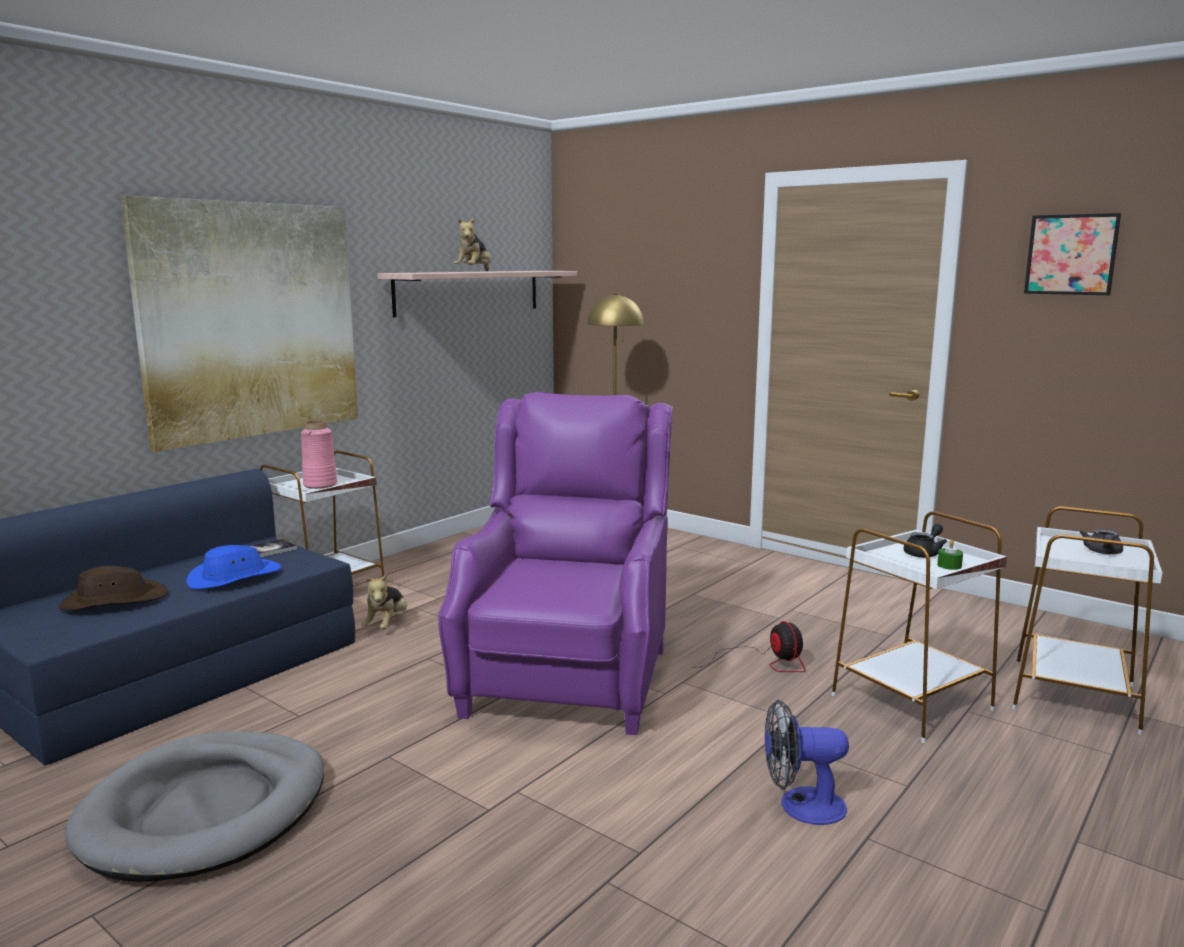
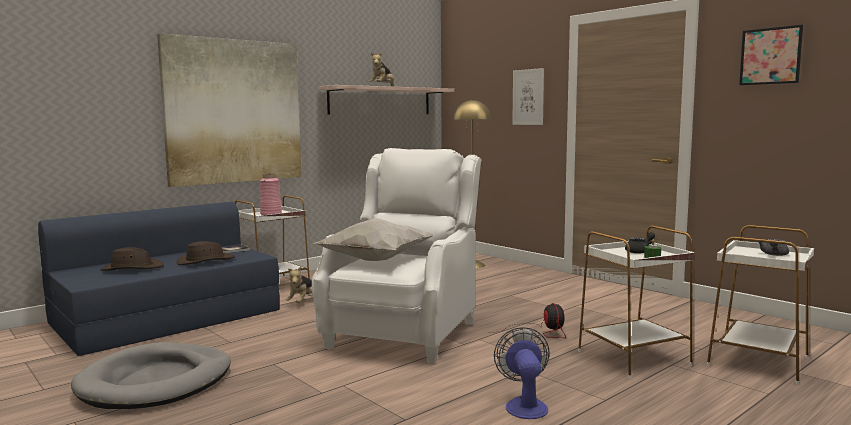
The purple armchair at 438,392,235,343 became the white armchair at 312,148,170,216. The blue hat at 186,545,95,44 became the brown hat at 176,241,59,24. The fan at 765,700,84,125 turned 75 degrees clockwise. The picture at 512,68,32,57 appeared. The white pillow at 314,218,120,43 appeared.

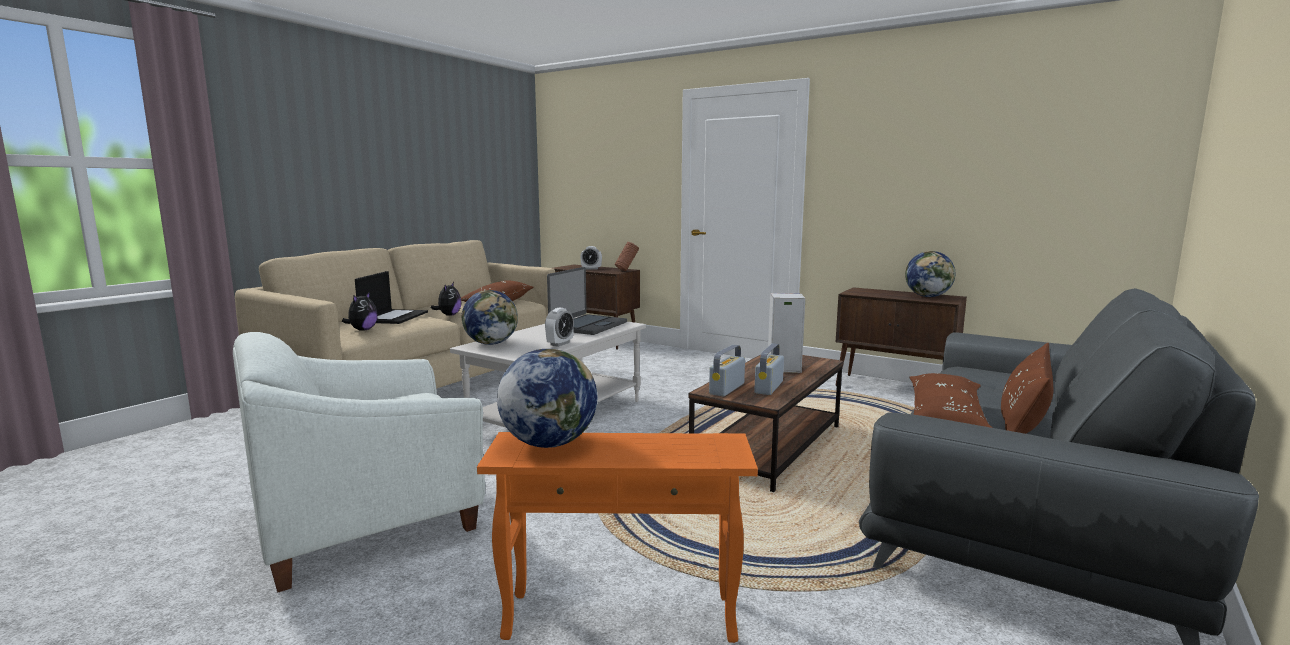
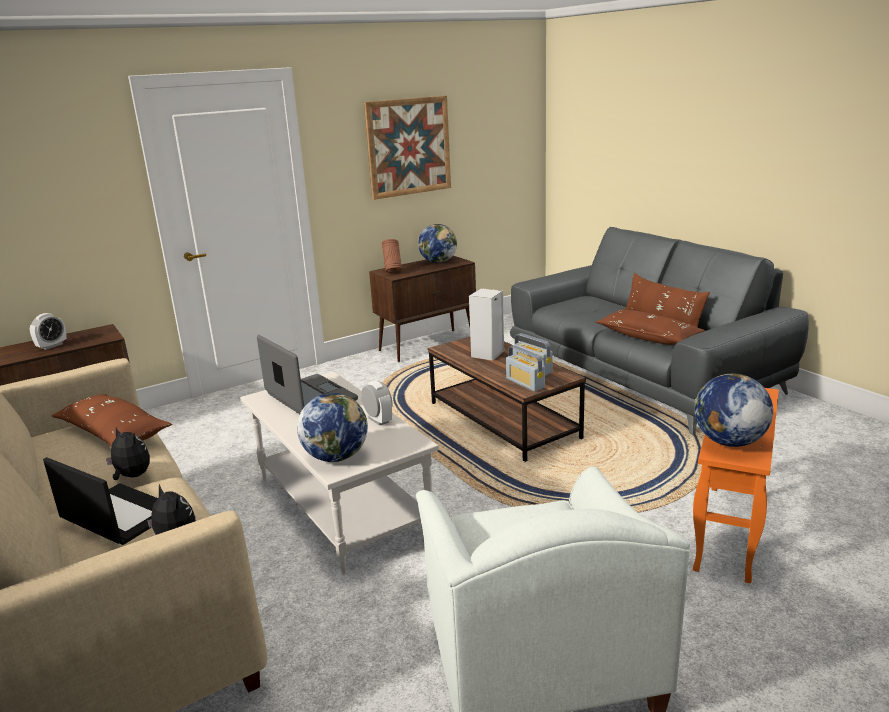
The brown vase moved from 615,242,24,29 to 382,239,20,34. The picture at 364,96,87,104 appeared.

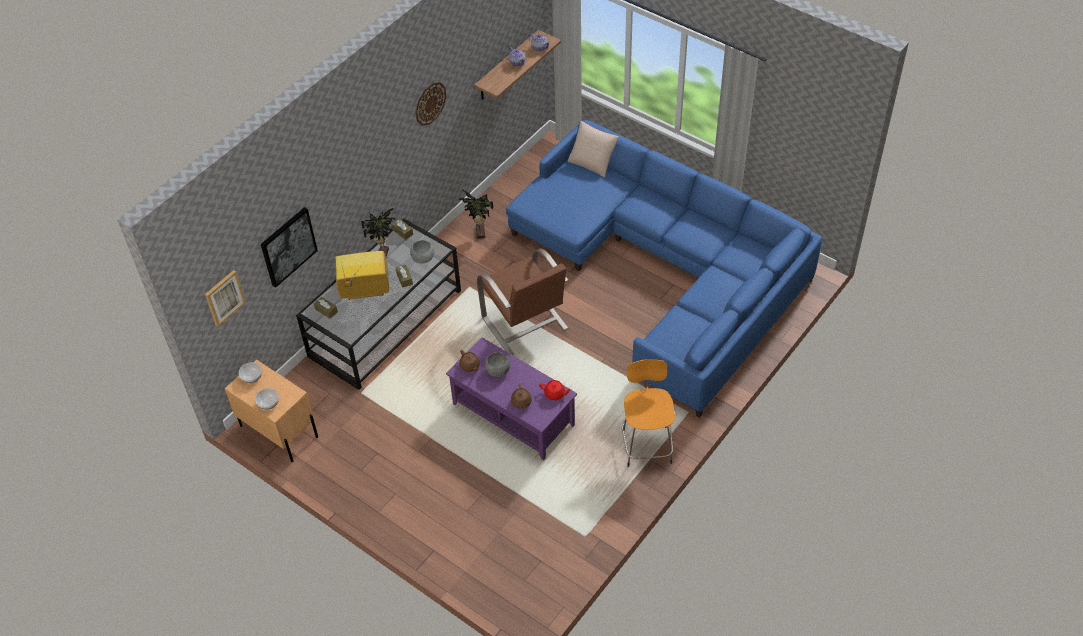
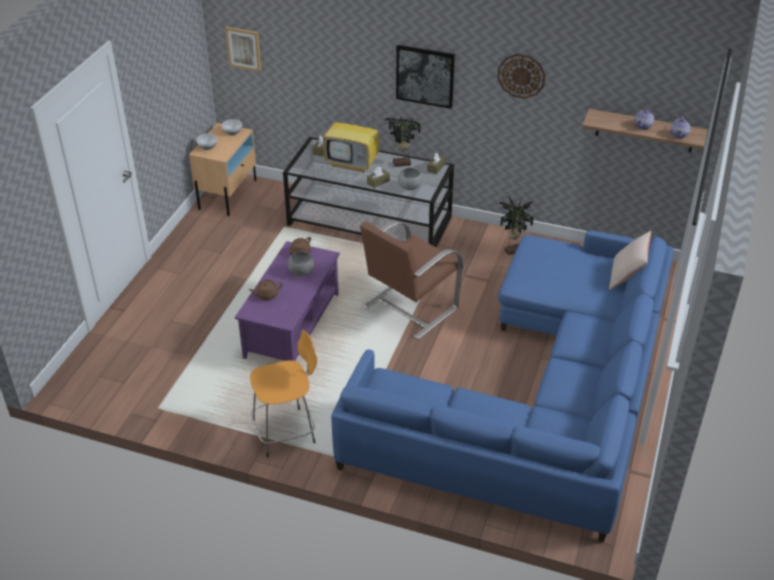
The picture moved from 261,207,57,81 to 396,45,59,64. The television at 335,251,54,49 turned 135 degrees clockwise. The red teapot at 539,380,33,20 disappeared.

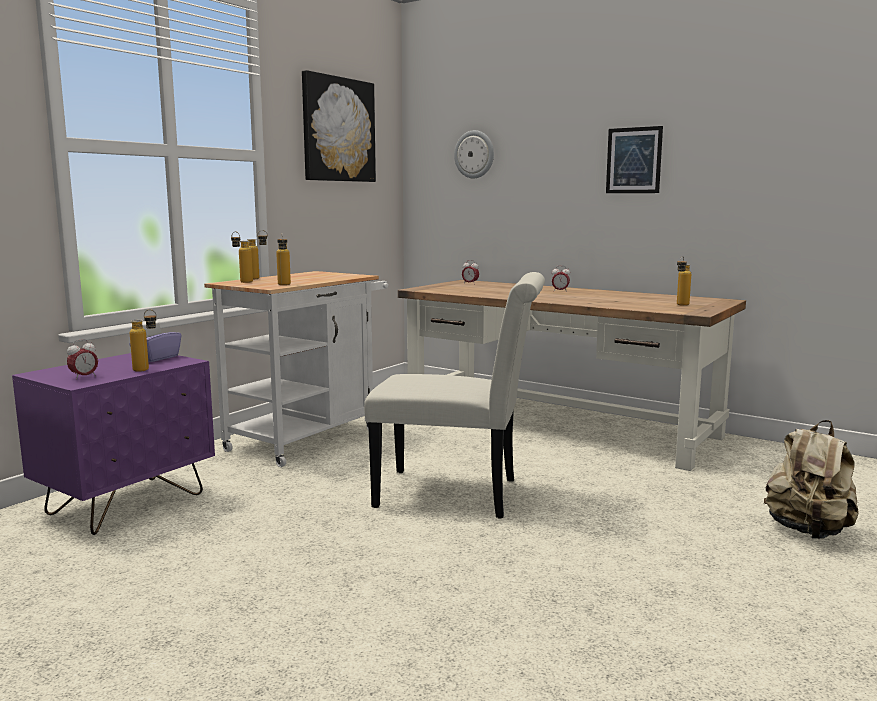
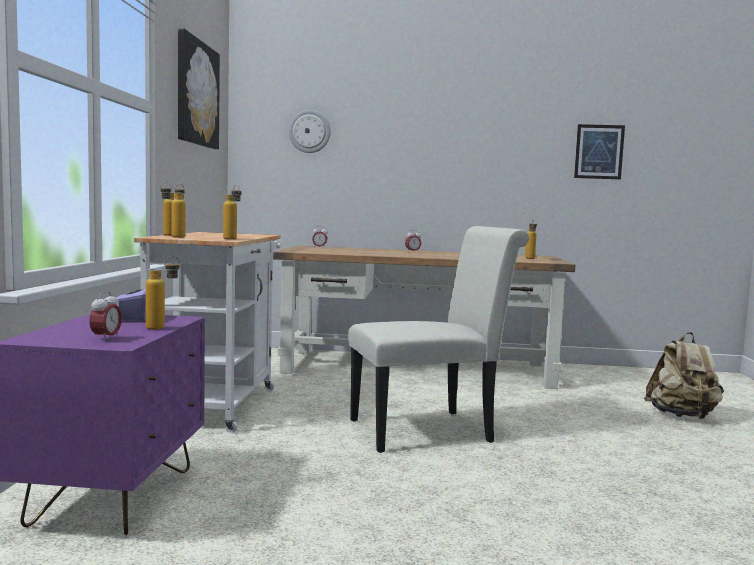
The picture moved from 606,126,57,67 to 574,124,51,55.

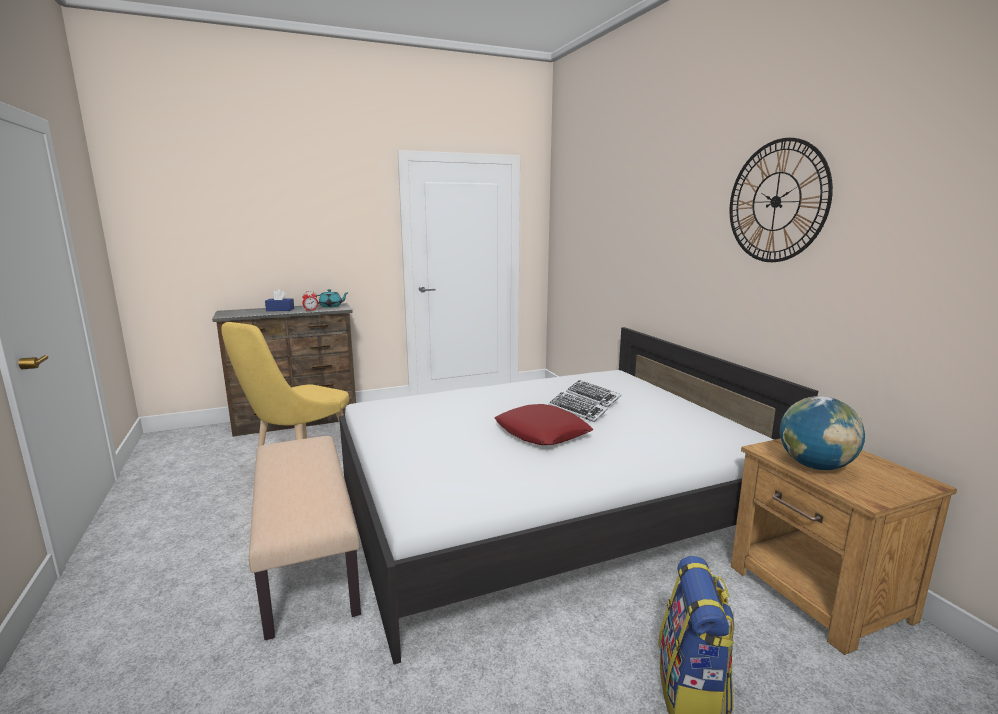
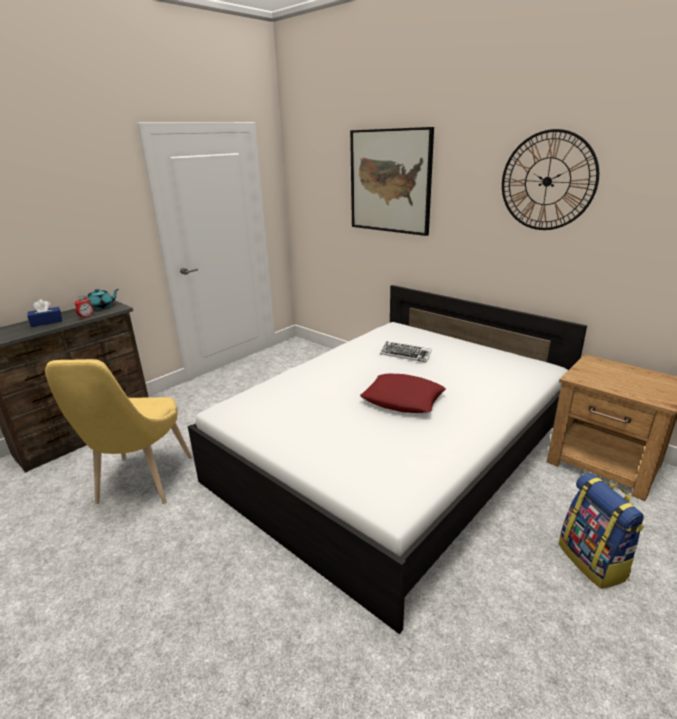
The keyboard at 548,392,60,30 disappeared. The globe at 780,396,85,74 disappeared. The beige bench at 249,436,112,204 disappeared. The picture at 350,127,84,109 appeared.

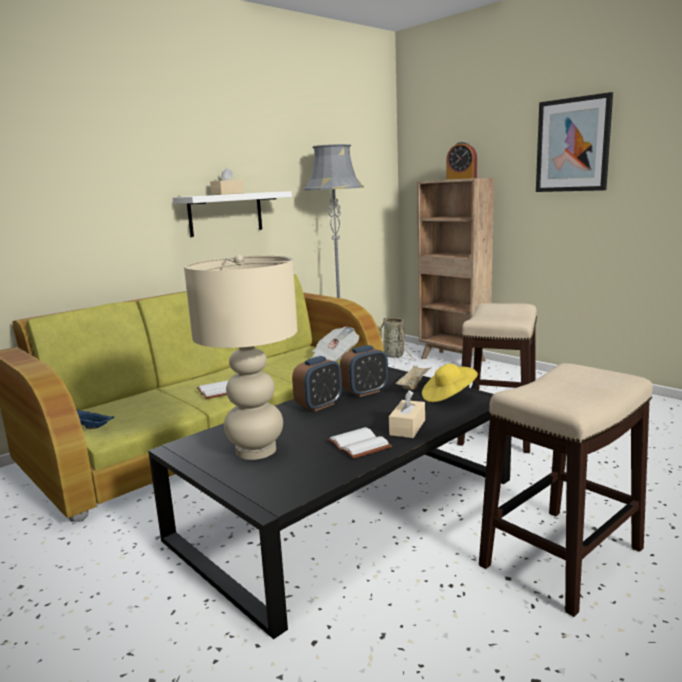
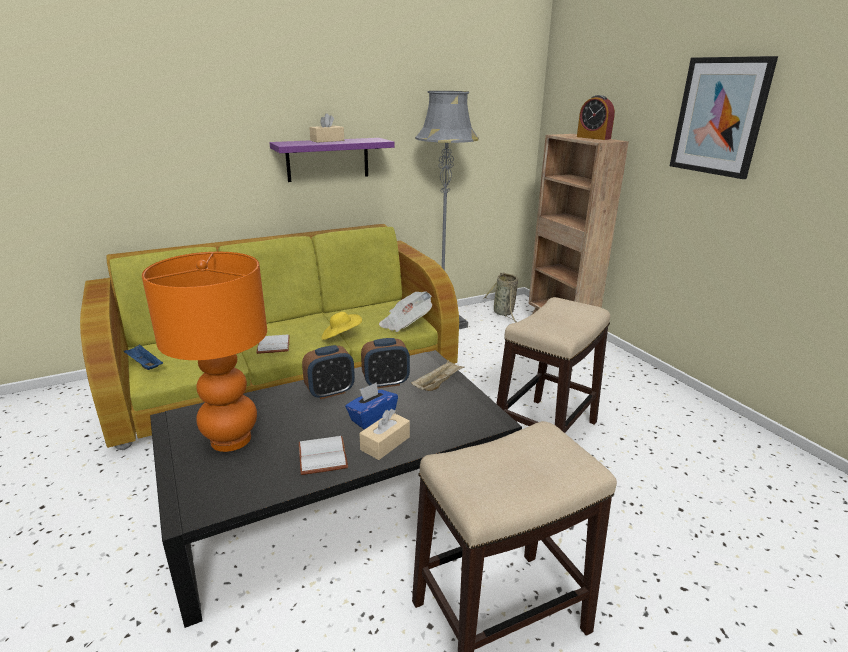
The white shelf at 173,191,119,46 became the purple shelf at 269,138,126,44. The beige table lamp at 184,254,114,206 became the orange table lamp at 142,252,125,200. The yellow hat moved from 422,364,56,38 to 321,312,41,28. The blue tissue box at 345,382,53,48 appeared.

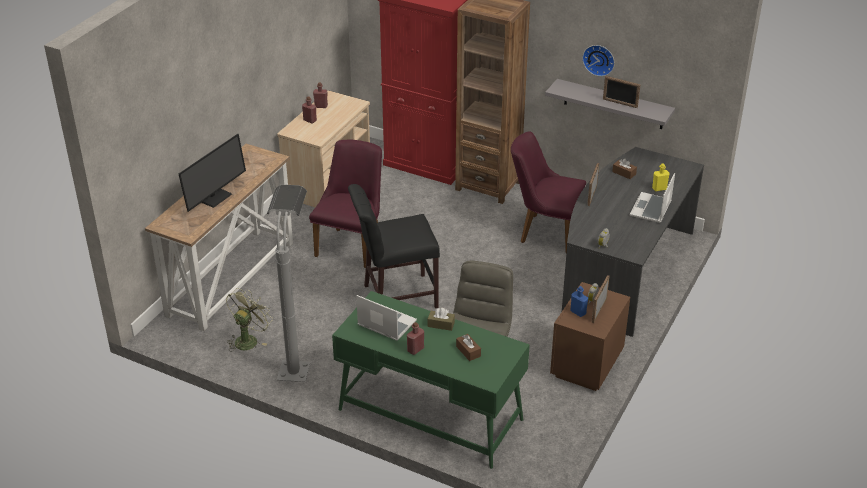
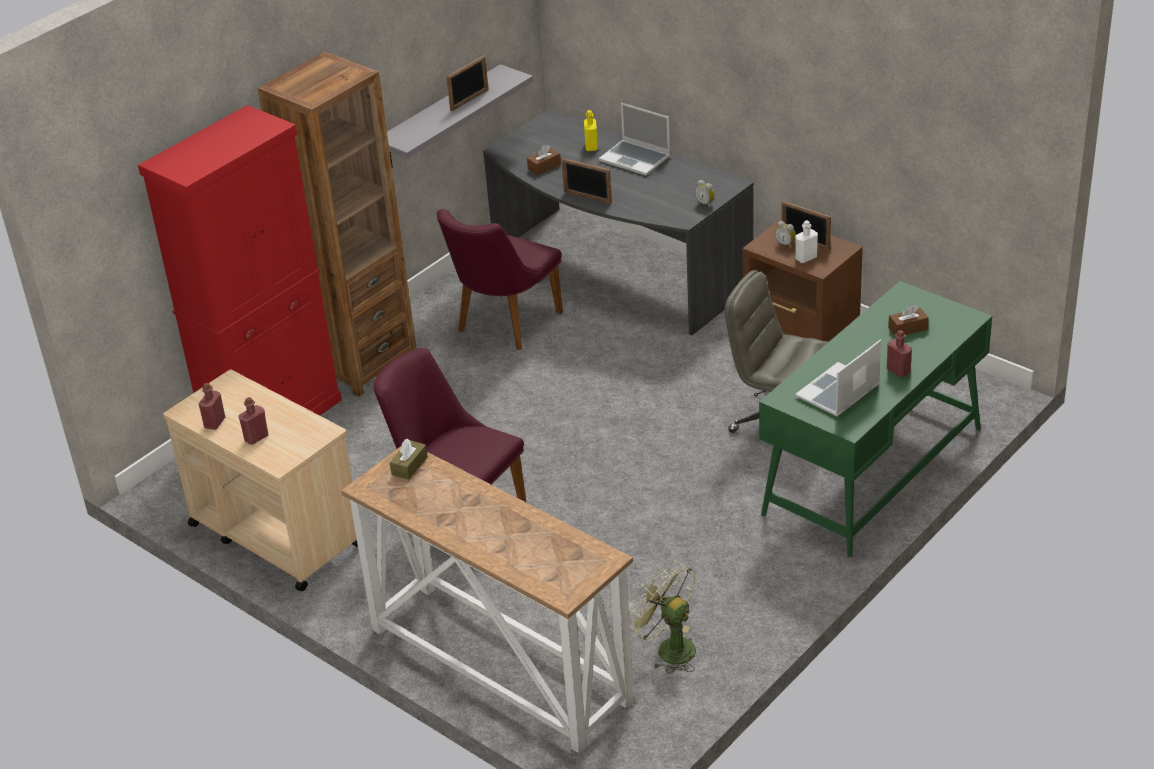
The wall clock at 582,45,33,32 disappeared. The monitor at 178,134,68,78 disappeared. The grey floor lamp at 267,184,43,198 disappeared. The black chair at 348,184,92,124 disappeared. The blue bottle at 570,286,18,31 became the white bottle at 795,220,23,43. The brown tissue box moved from 428,308,27,23 to 390,439,38,41.

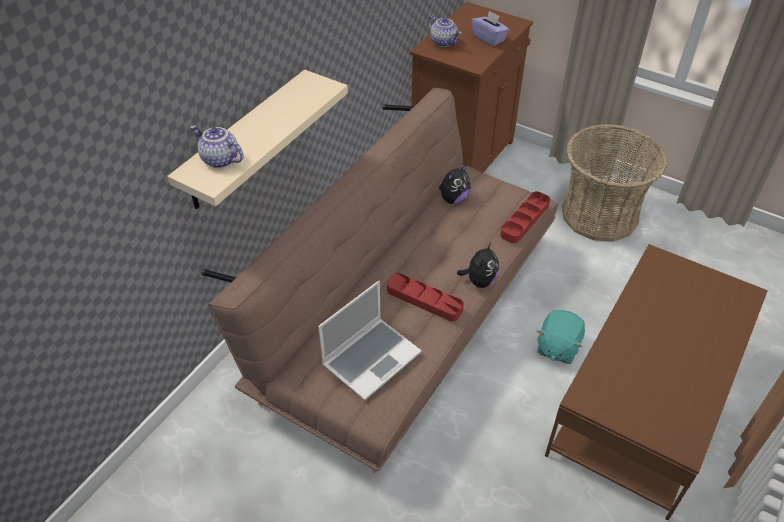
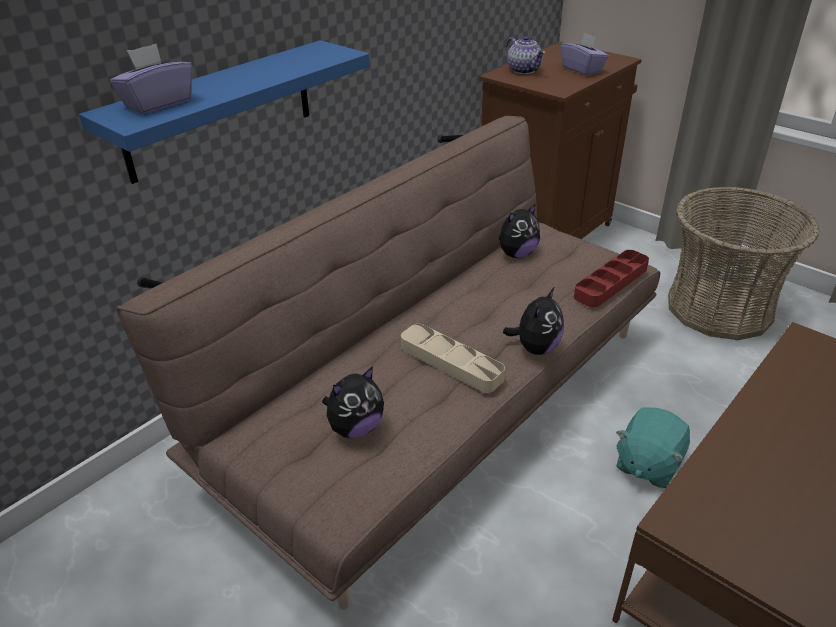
The beige shelf at 167,70,181,139 became the blue shelf at 79,40,291,144. The teapot at 190,125,54,43 was replaced by the purple tissue box at 110,44,82,70. The red tray at 387,273,77,49 became the beige tray at 401,324,104,69. The laptop at 318,281,104,120 was replaced by the plush toy at 322,366,62,72.

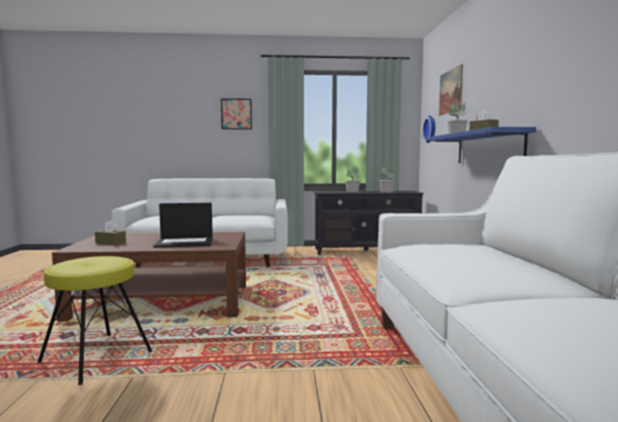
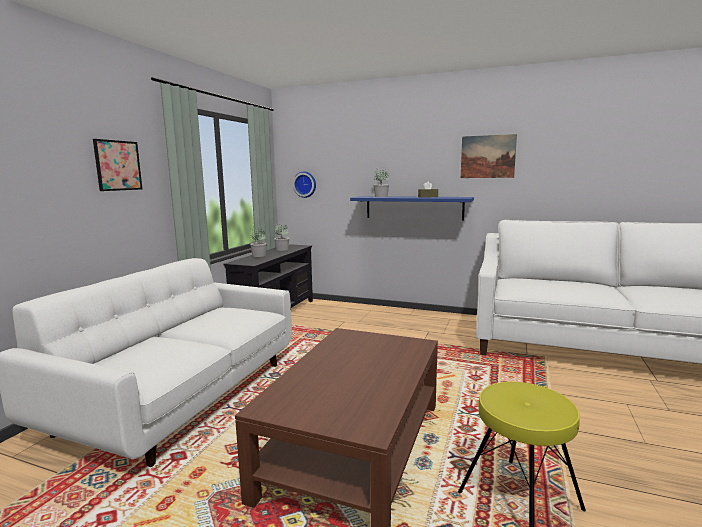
The picture moved from 439,64,24,52 to 461,134,56,44. The laptop at 153,203,60,45 disappeared. The brown tissue box at 95,220,31,25 disappeared.

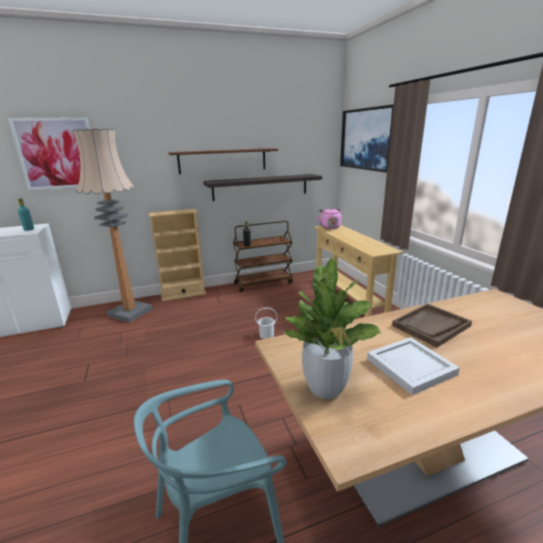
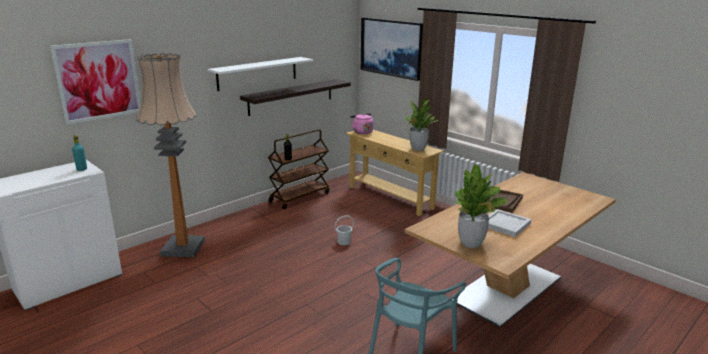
The brown shelf at 168,148,110,26 became the white shelf at 208,57,105,34. The beige bookcase at 149,209,57,92 disappeared. The potted plant at 405,96,34,55 appeared.

